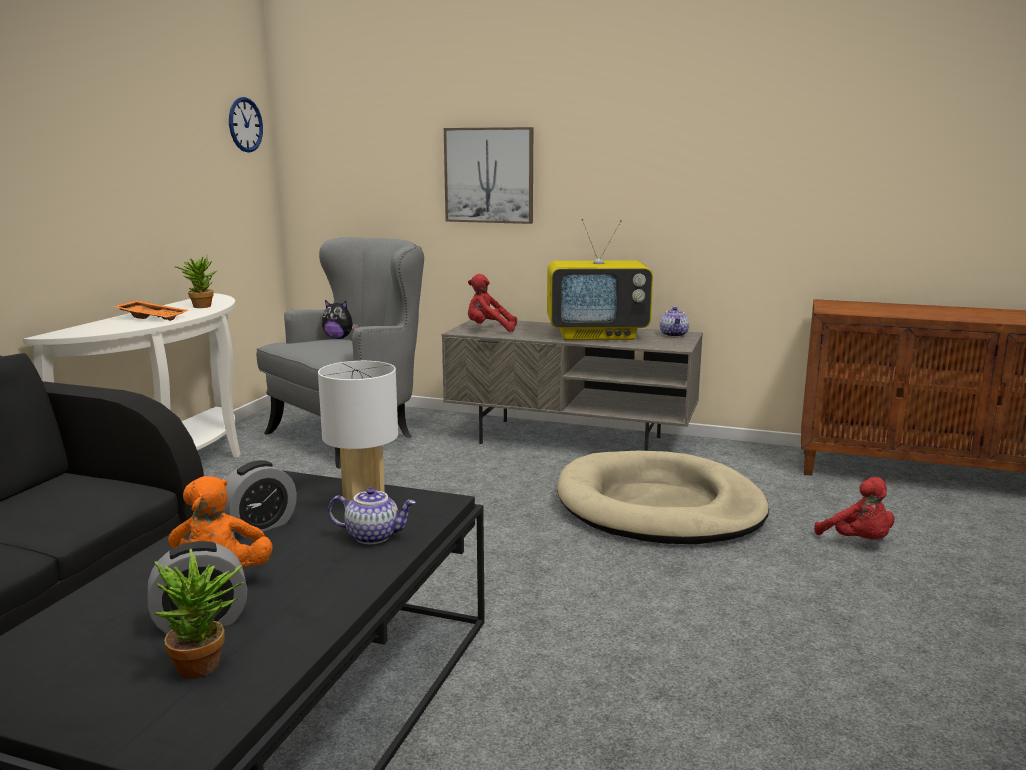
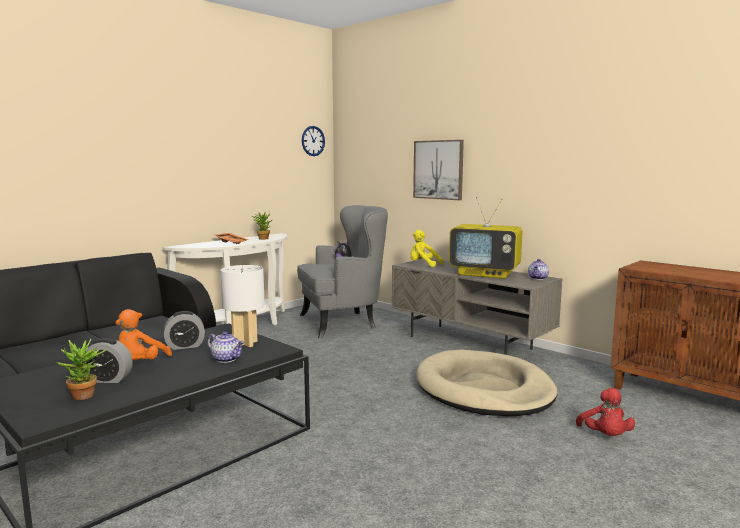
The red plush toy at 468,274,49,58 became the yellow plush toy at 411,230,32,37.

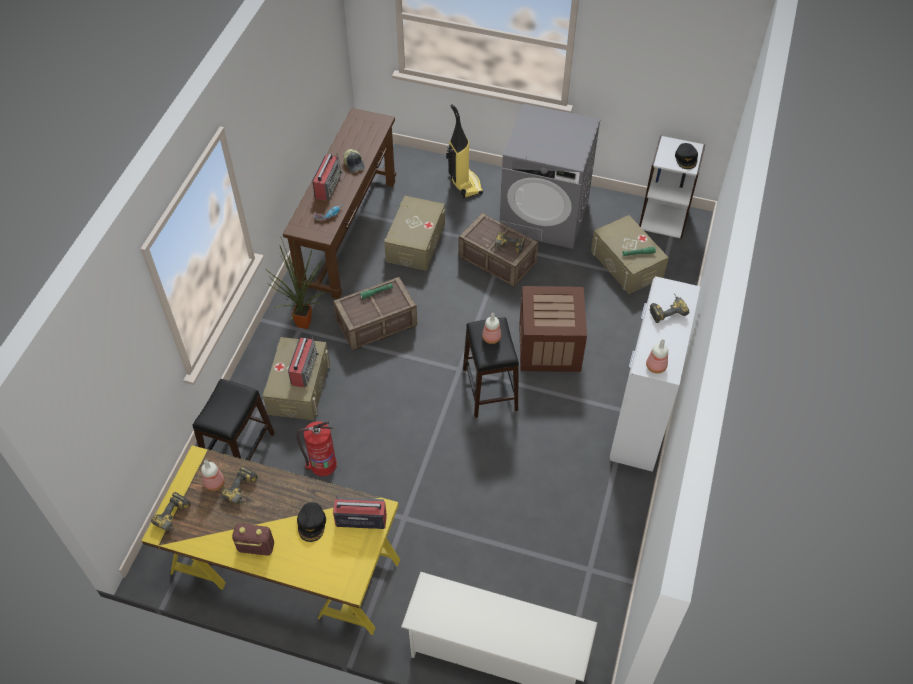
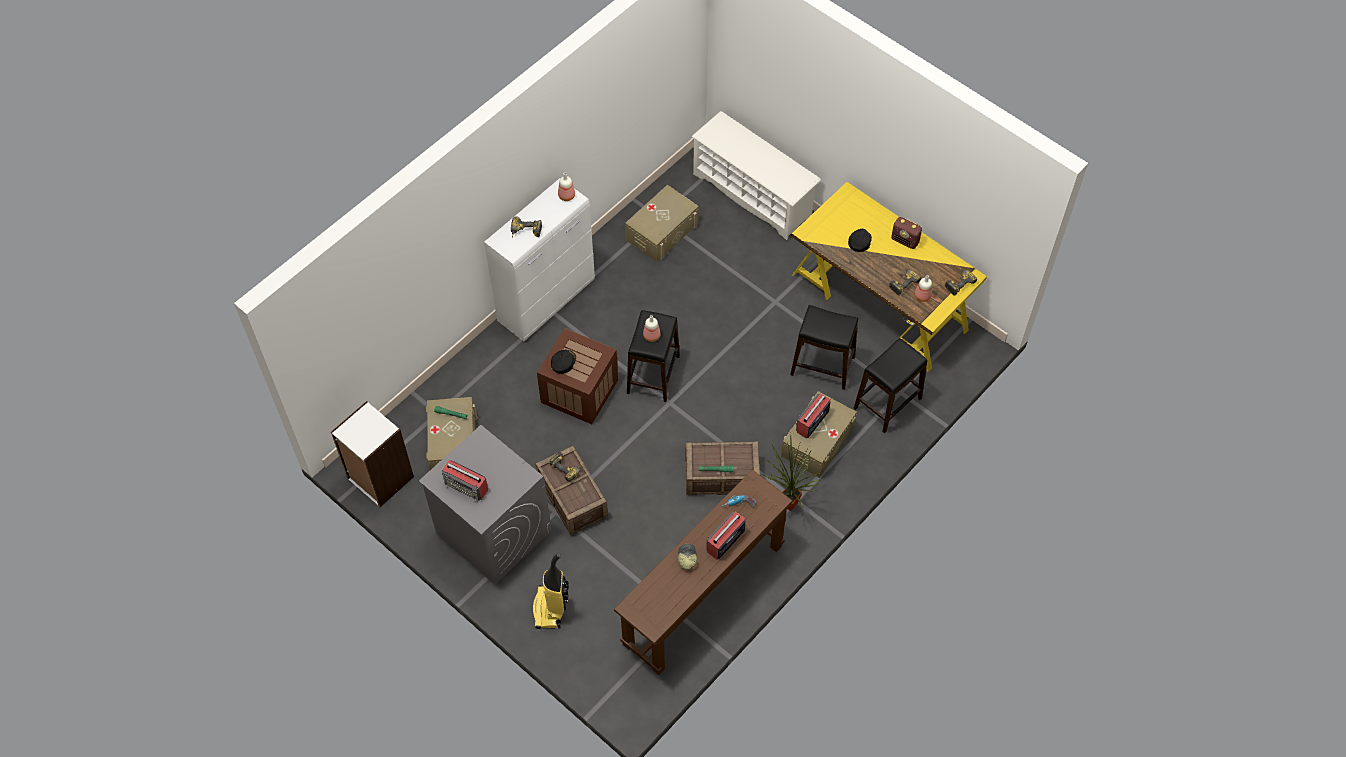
The black cap moved from 675,143,23,26 to 551,349,25,25. The beige storage box moved from 384,196,61,75 to 625,185,74,77. The fire extinguisher at 296,421,41,55 was replaced by the black stool at 790,305,68,85. The radio moved from 333,494,54,35 to 442,460,46,41.

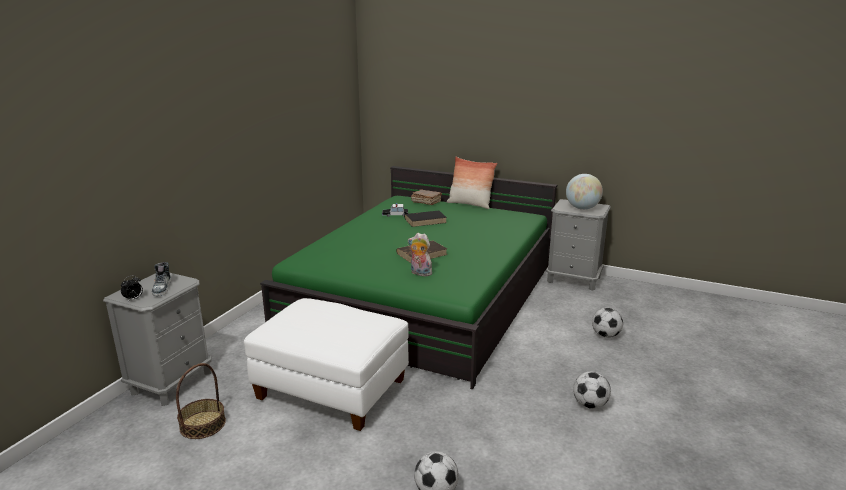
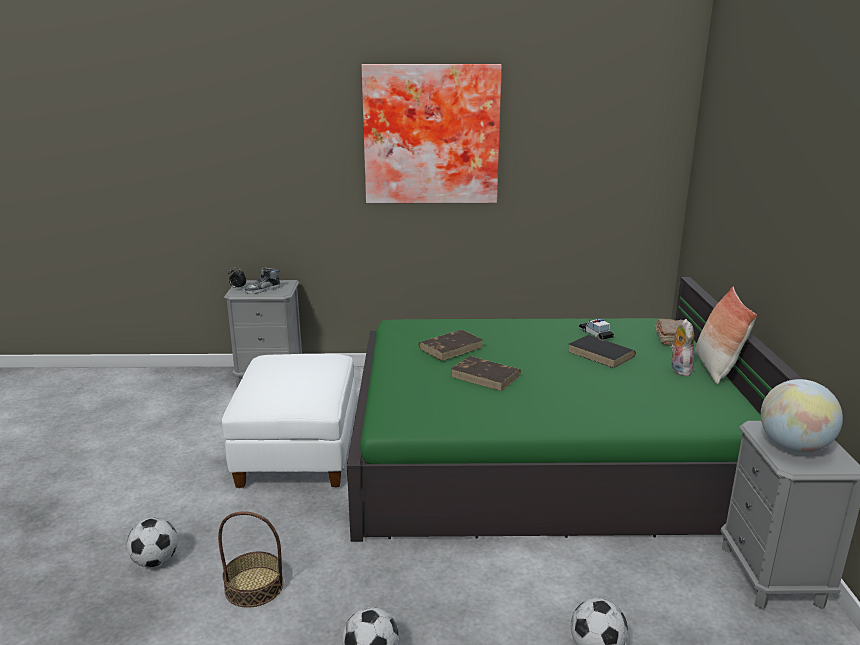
The plush toy moved from 408,233,24,43 to 670,319,24,57. The basket moved from 176,363,50,76 to 218,511,66,97. The picture at 361,64,141,139 appeared. The brown book at 419,330,64,31 appeared.

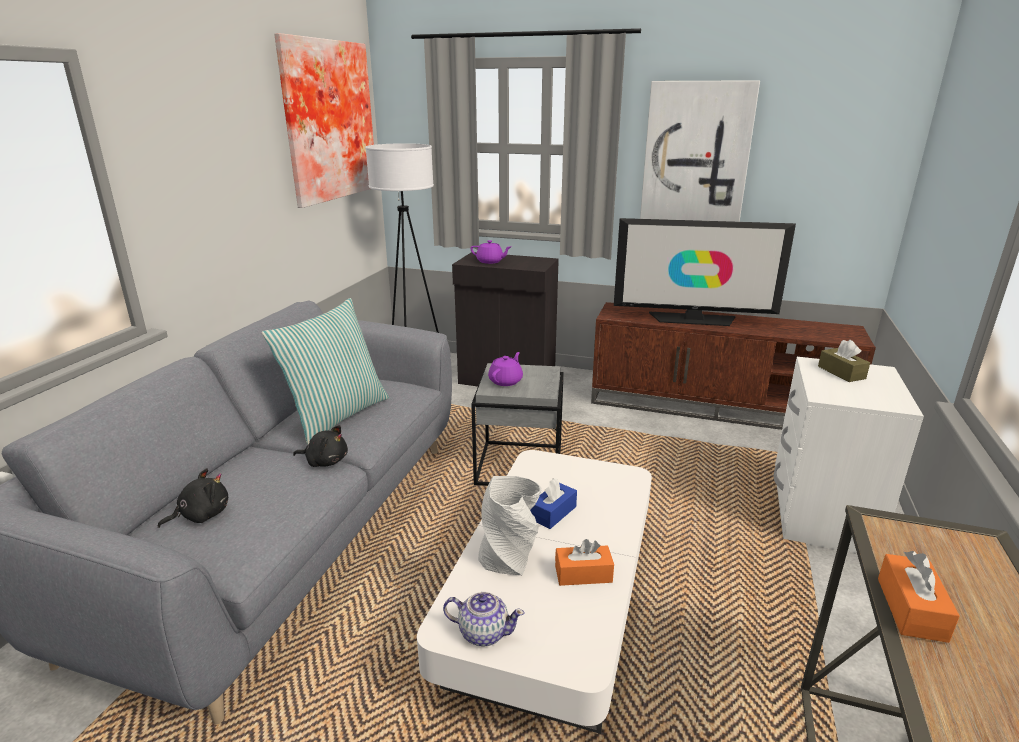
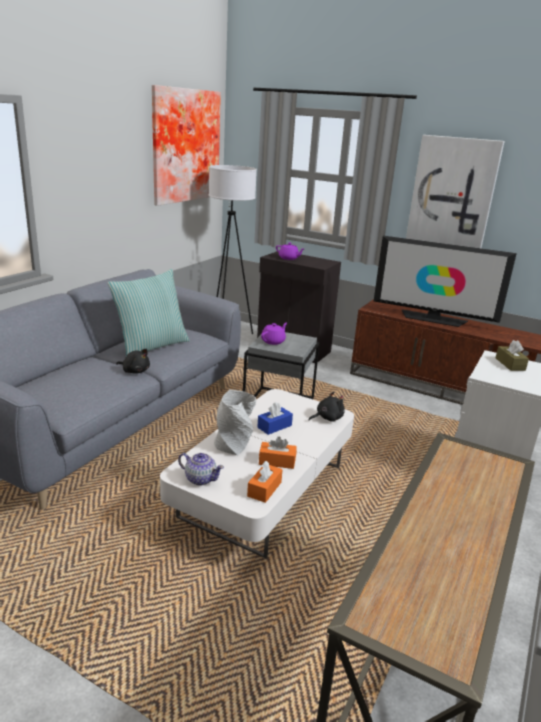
The black plush toy moved from 158,468,70,60 to 309,392,36,30. The orange tissue box moved from 878,551,82,92 to 247,461,36,42.

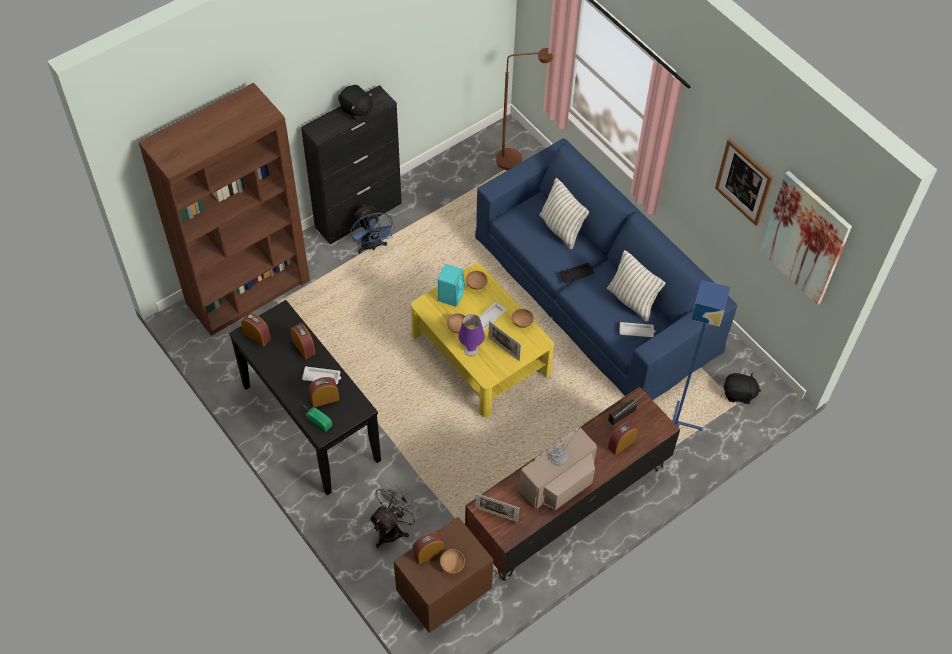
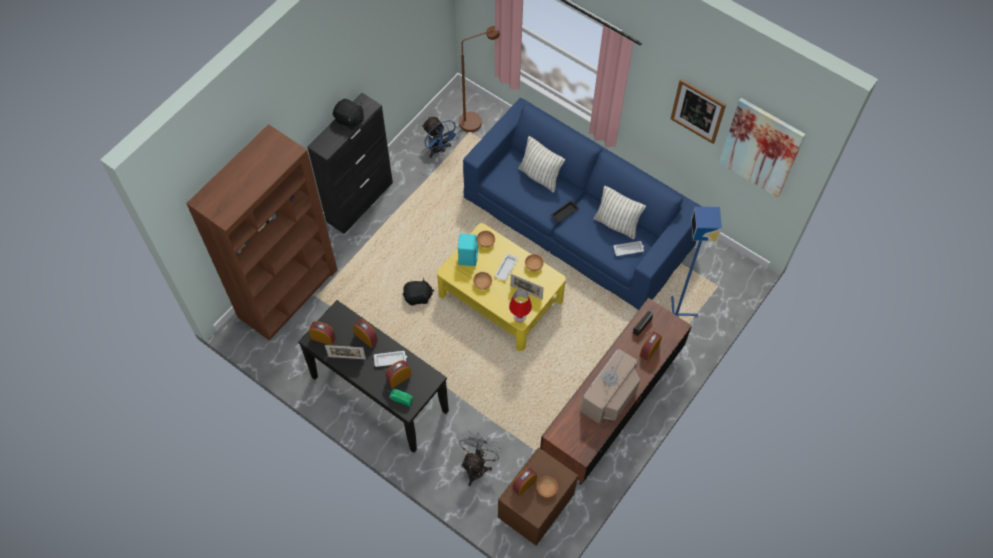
The blue fan moved from 350,204,45,50 to 422,116,38,42. The purple table lamp at 458,314,27,42 disappeared. The black plush toy moved from 723,373,38,31 to 403,278,31,27. The picture frame moved from 475,493,44,29 to 325,345,41,14. The red table lamp at 509,289,23,33 appeared.

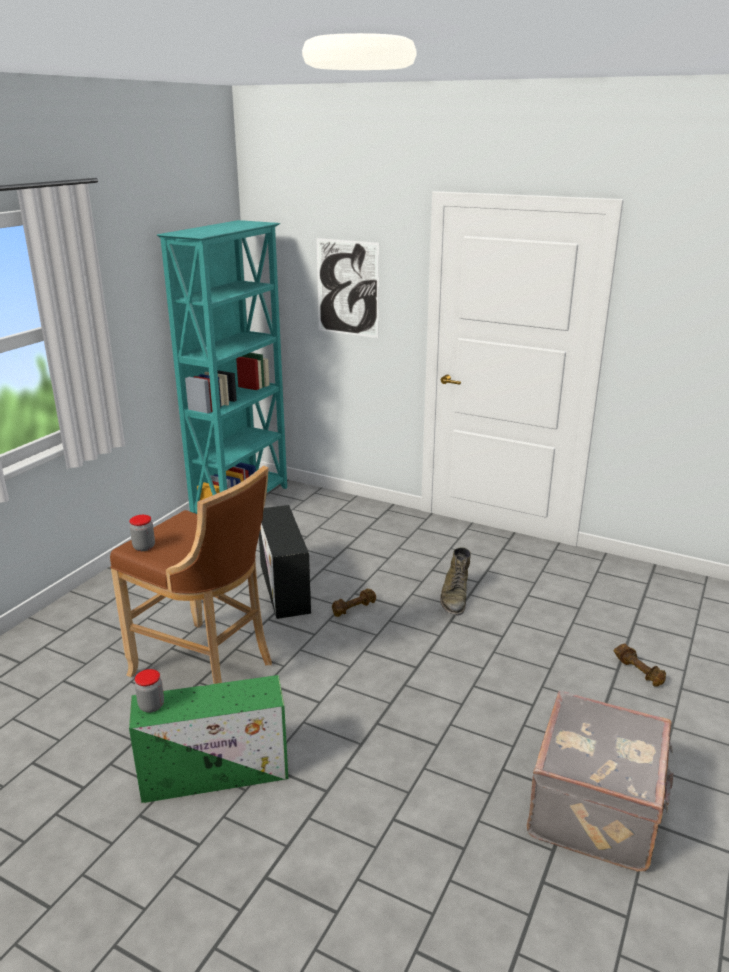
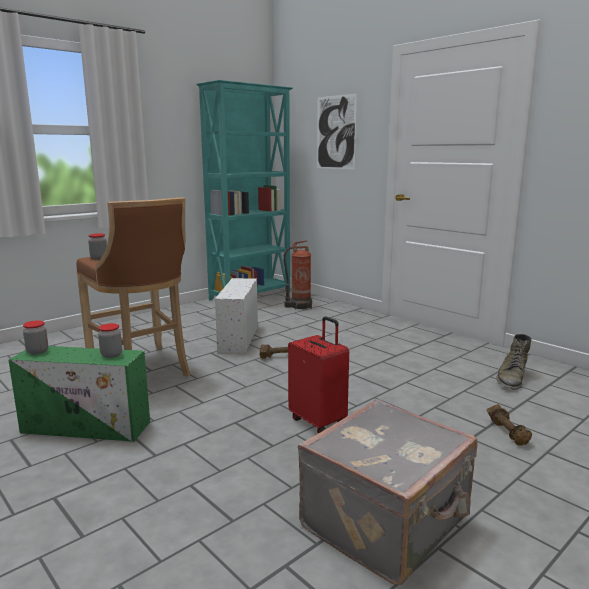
The black storage box at 259,505,52,114 became the white storage box at 215,278,43,76. The green boot moved from 440,547,31,69 to 496,334,36,56. The fire extinguisher at 283,241,29,69 appeared. The red suitcase at 288,316,61,118 appeared. The jar at 98,323,24,35 appeared.

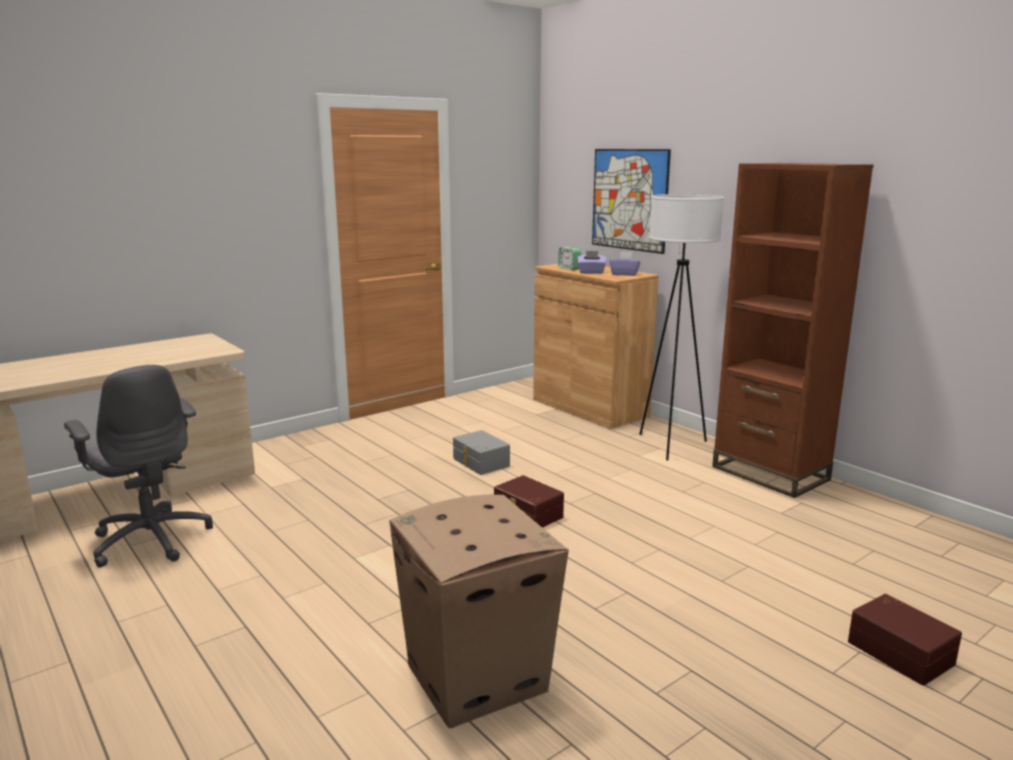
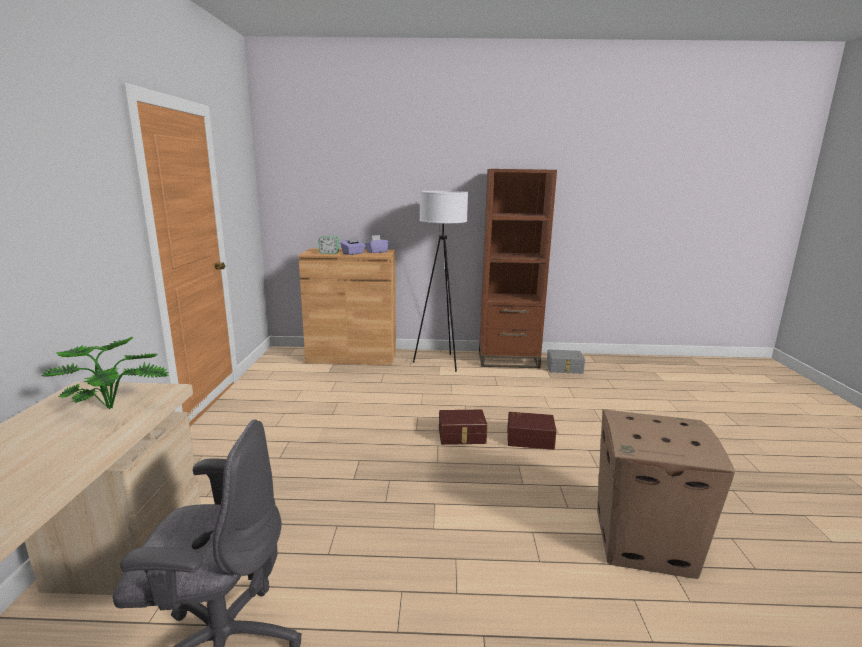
The picture at 592,149,79,105 disappeared. The grey storage box moved from 453,430,57,45 to 546,349,39,25. The brown storage box moved from 848,594,114,92 to 507,412,50,38. The potted plant at 41,337,128,72 appeared.

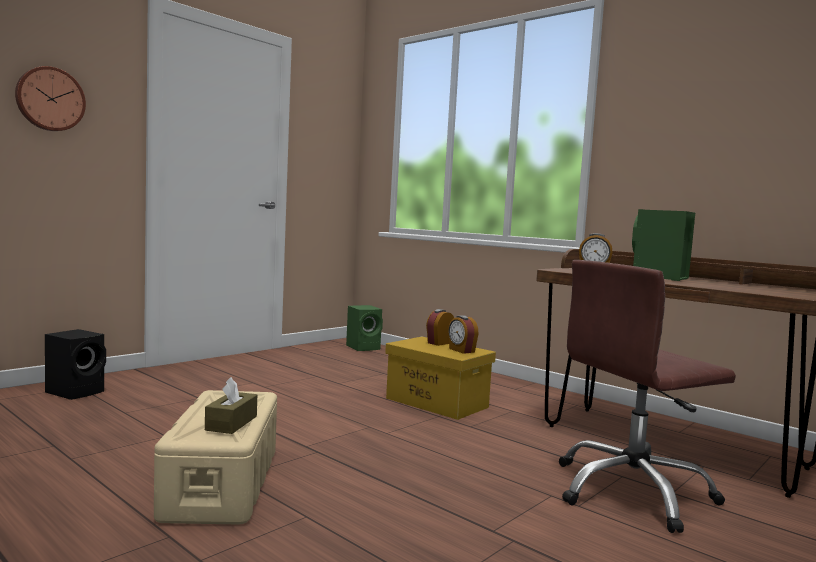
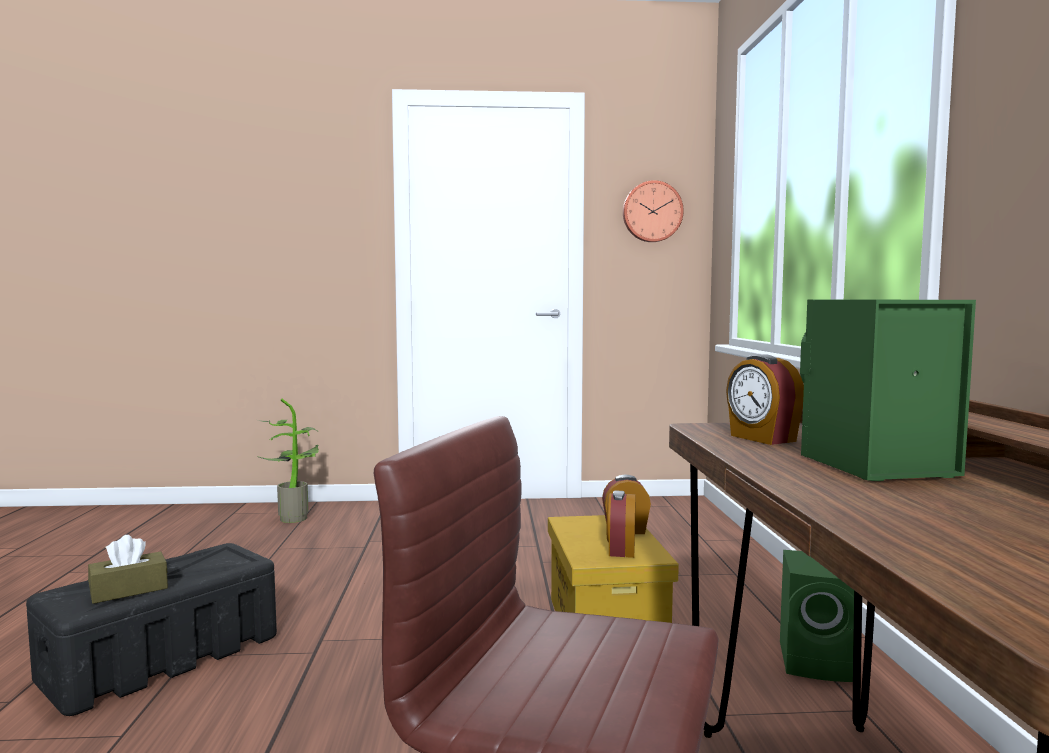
The wall clock moved from 15,66,71,65 to 623,180,61,62. The green speaker moved from 346,305,37,46 to 780,550,74,132. The black speaker at 45,329,61,71 was replaced by the potted plant at 257,399,62,124. The beige storage box at 154,390,123,134 became the black storage box at 26,543,251,173.

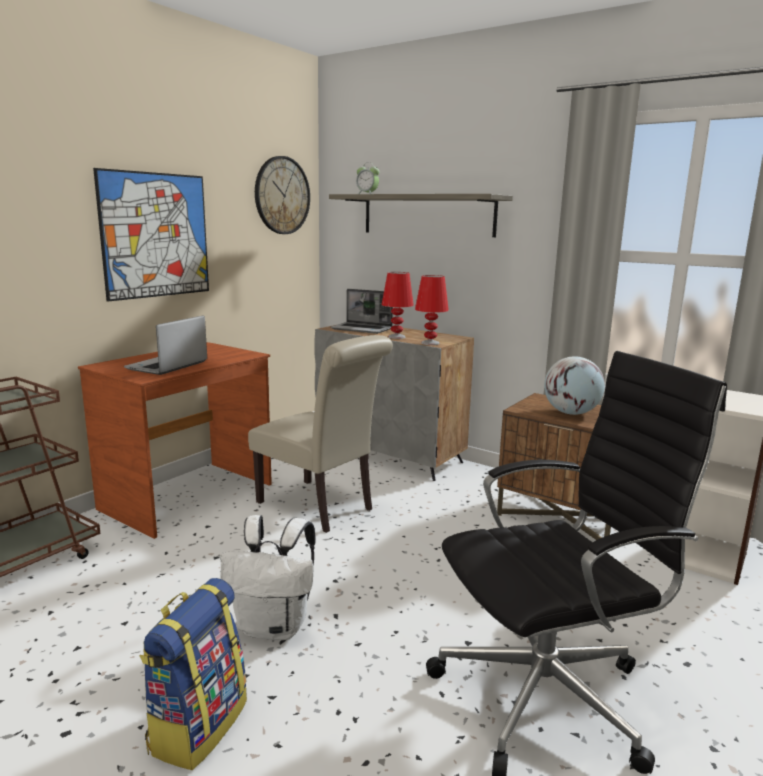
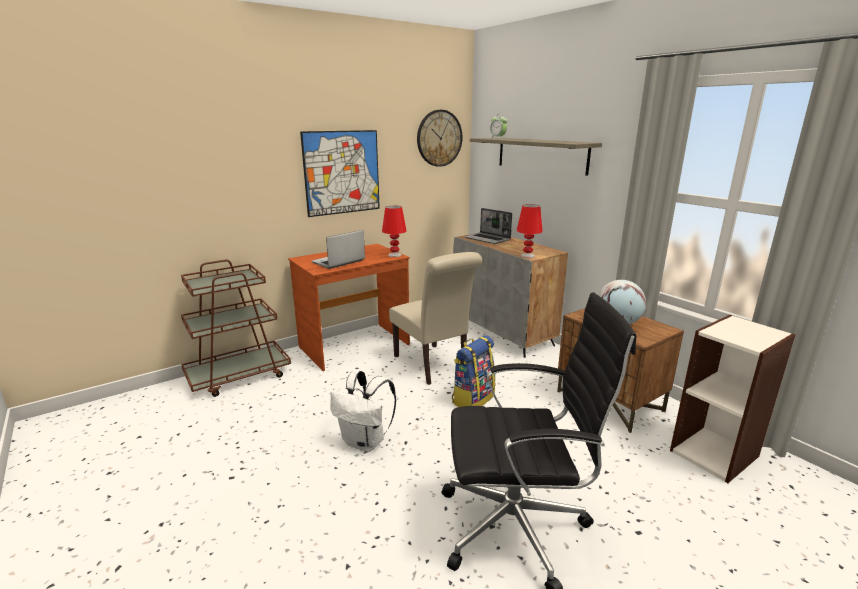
The red table lamp moved from 382,272,32,67 to 382,206,24,51. The backpack moved from 140,578,107,192 to 452,335,44,72.

